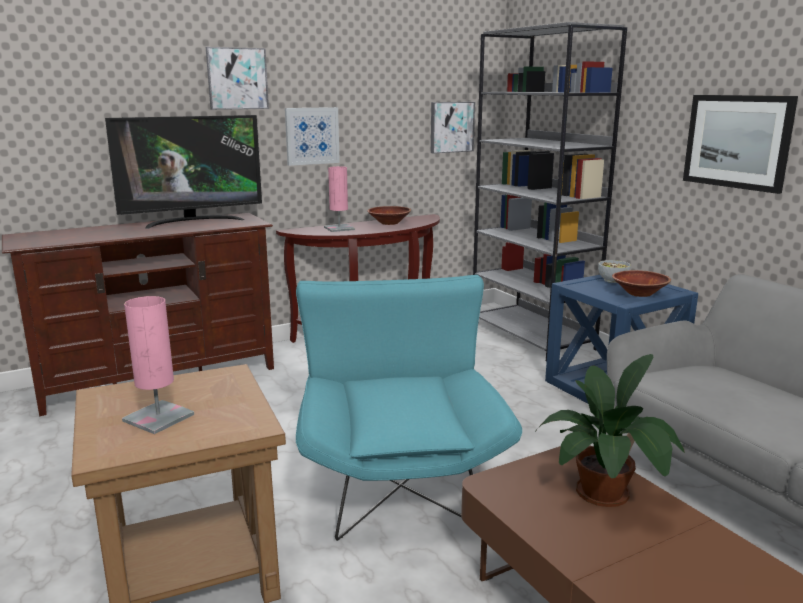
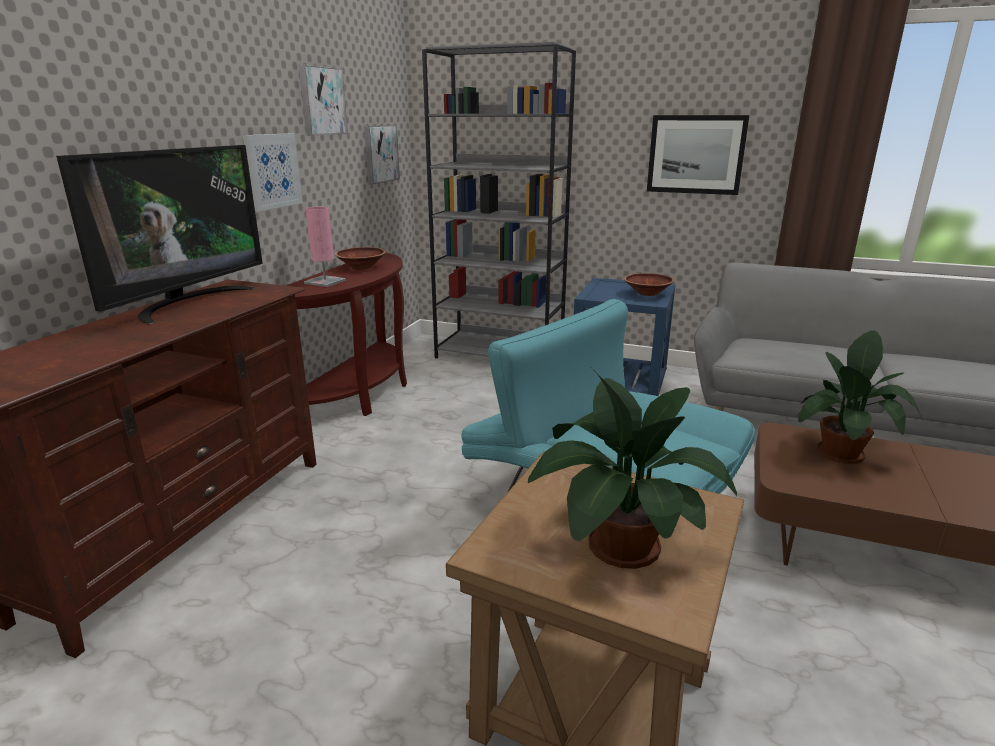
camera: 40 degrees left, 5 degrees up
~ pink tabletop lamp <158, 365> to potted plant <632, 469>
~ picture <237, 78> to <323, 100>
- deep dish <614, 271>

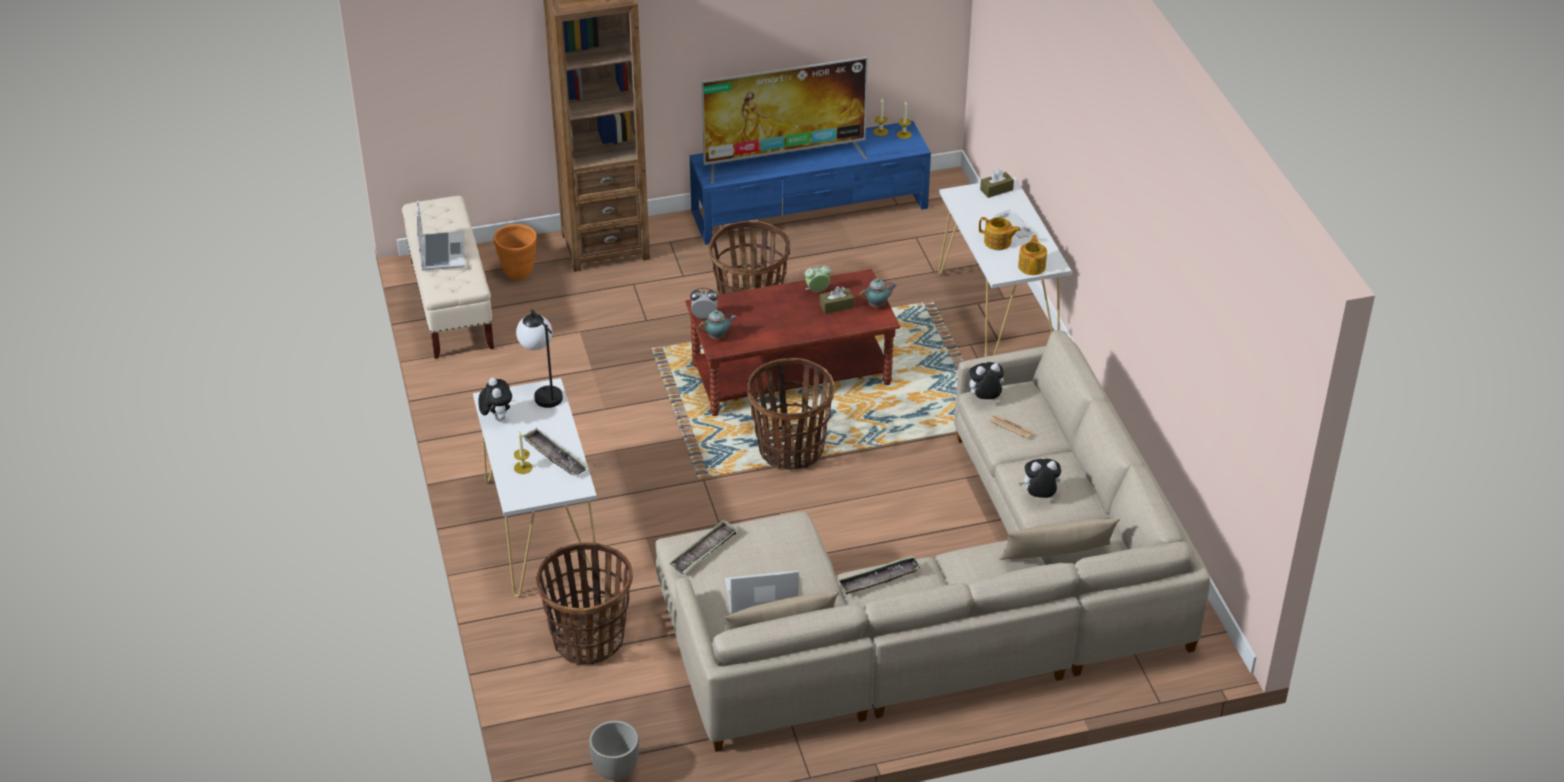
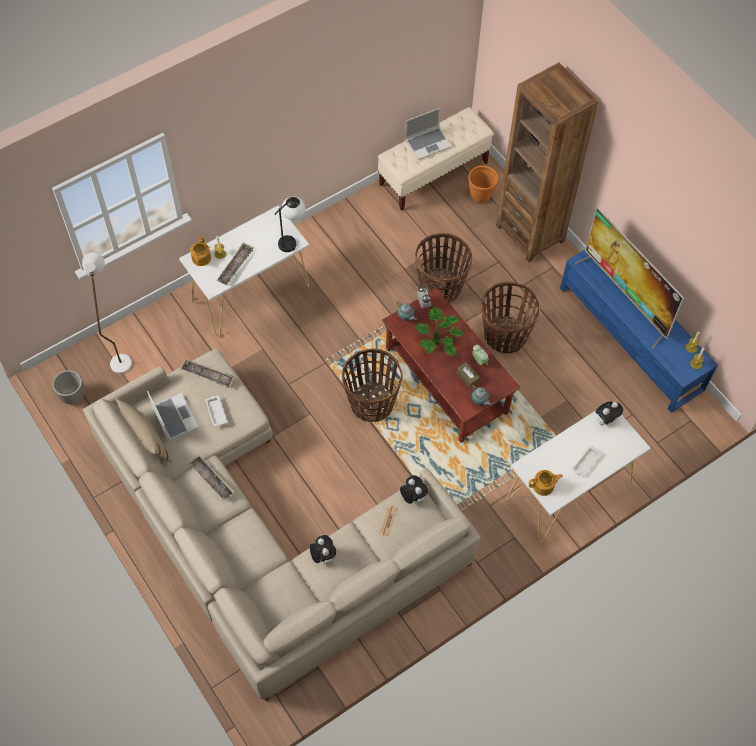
camera: 70 degrees right, 20 degrees up
~ cuddly toy <495, 399> to <609, 413>
~ basket <584, 604> to <443, 268>
~ tea pot <1000, 233> to <200, 251>
- brown-coloured box of tissues <997, 183>
- beige-coloured throw pillow <1059, 539>
+ whitish standard lamp <107, 313>
+ whitish carrying tray <216, 411>
+ potted plant <439, 331>

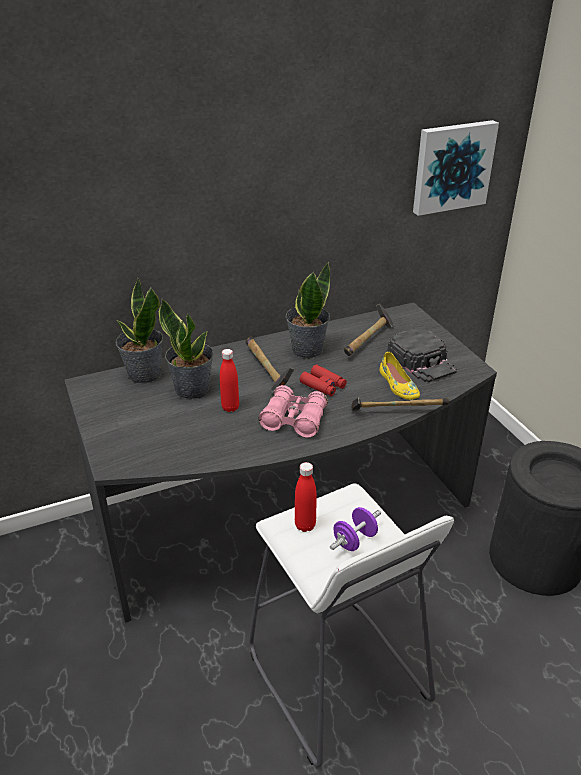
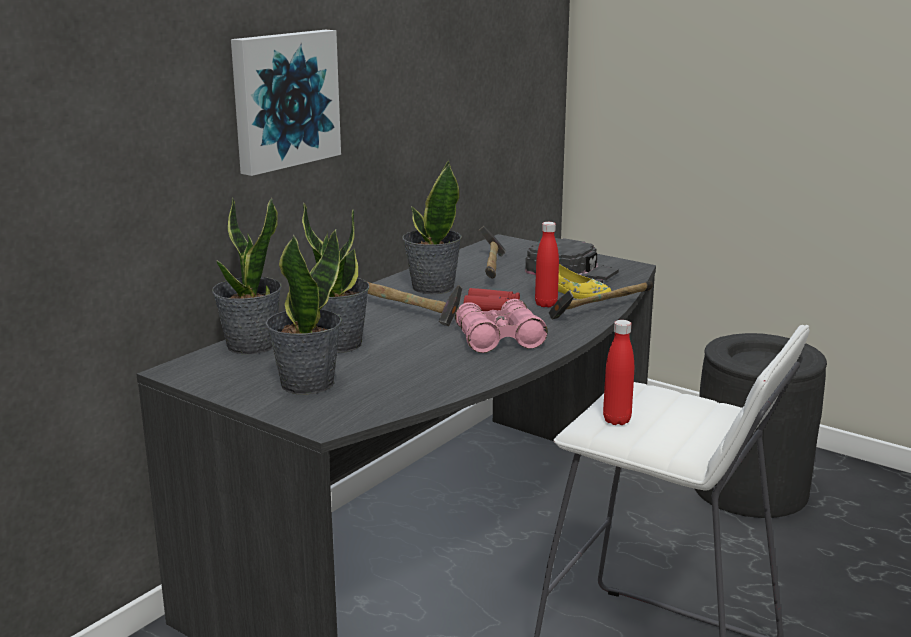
camera: 30 degrees left, 15 degrees down
~ red-coloured beverage bottle <229, 380> to <547, 264>
- purple dumbbell <355, 529>
~ picture <456, 168> to <286, 103>
+ potted plant <304, 312>

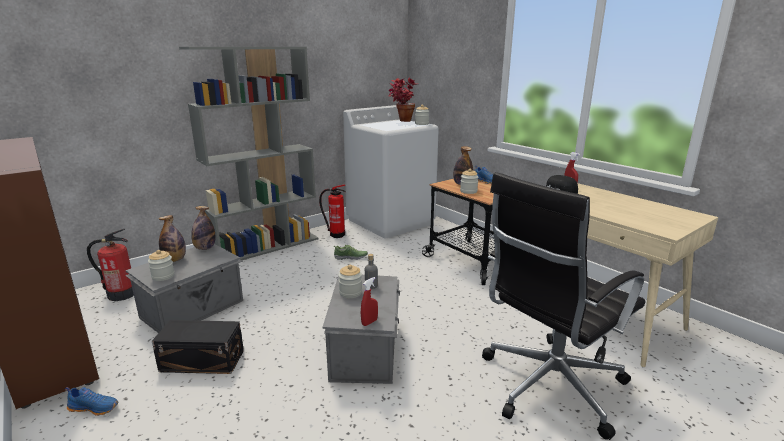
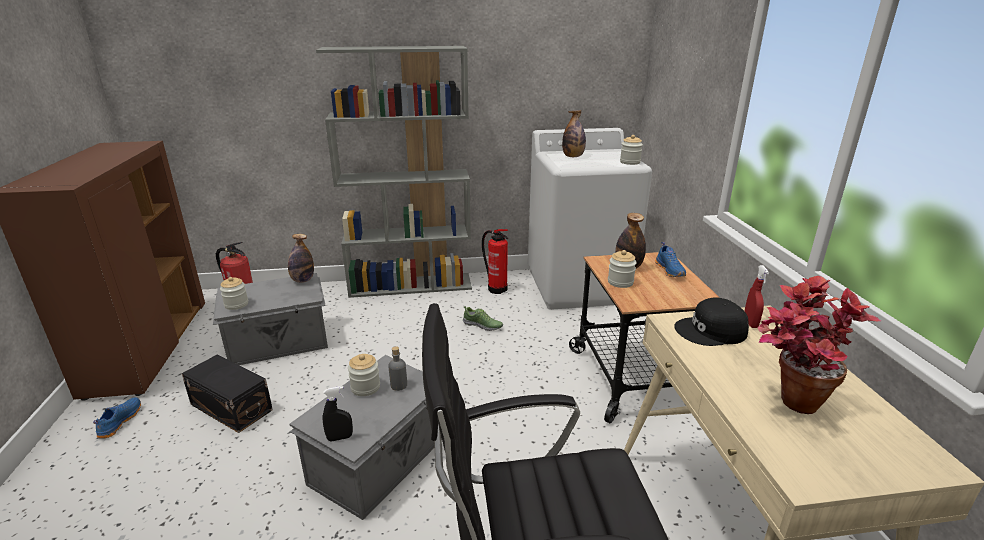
camera: 30 degrees right, 5 degrees up
~ blue-coloured low shoe <91, 401> = <117, 418> 120 degrees counterclockwise
~ beverage bottle <172, 238> to <574, 133>
~ red-coloured sprayer <369, 301> to black sprayer <338, 414>
~ potted plant <402, 100> to <819, 345>

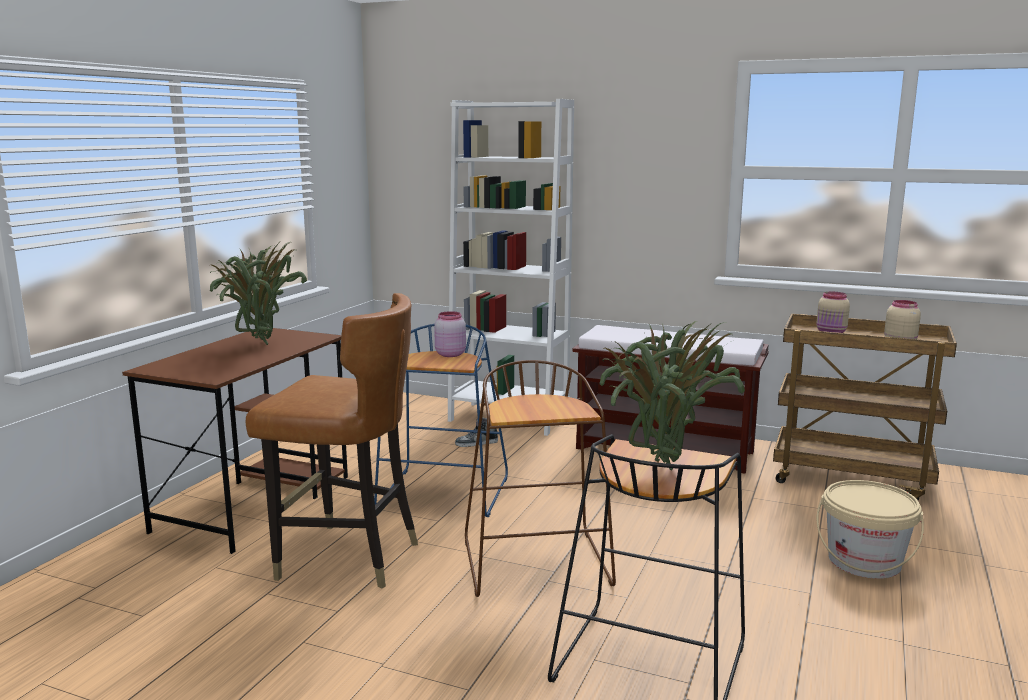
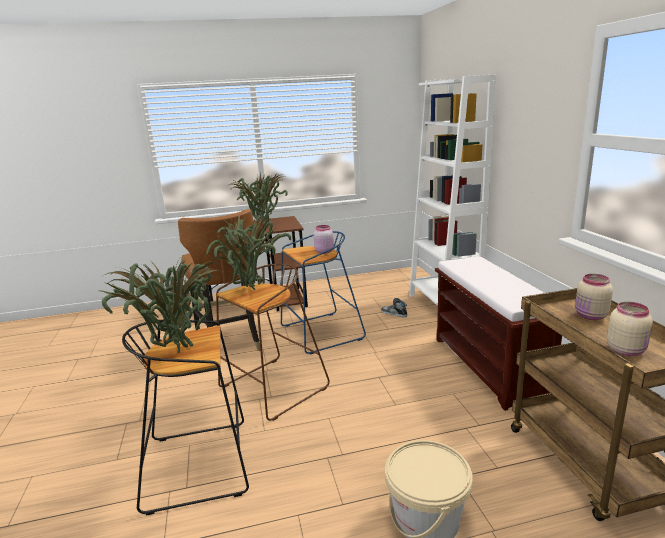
camera: 55 degrees right, 5 degrees up
+ potted plant <248, 251>

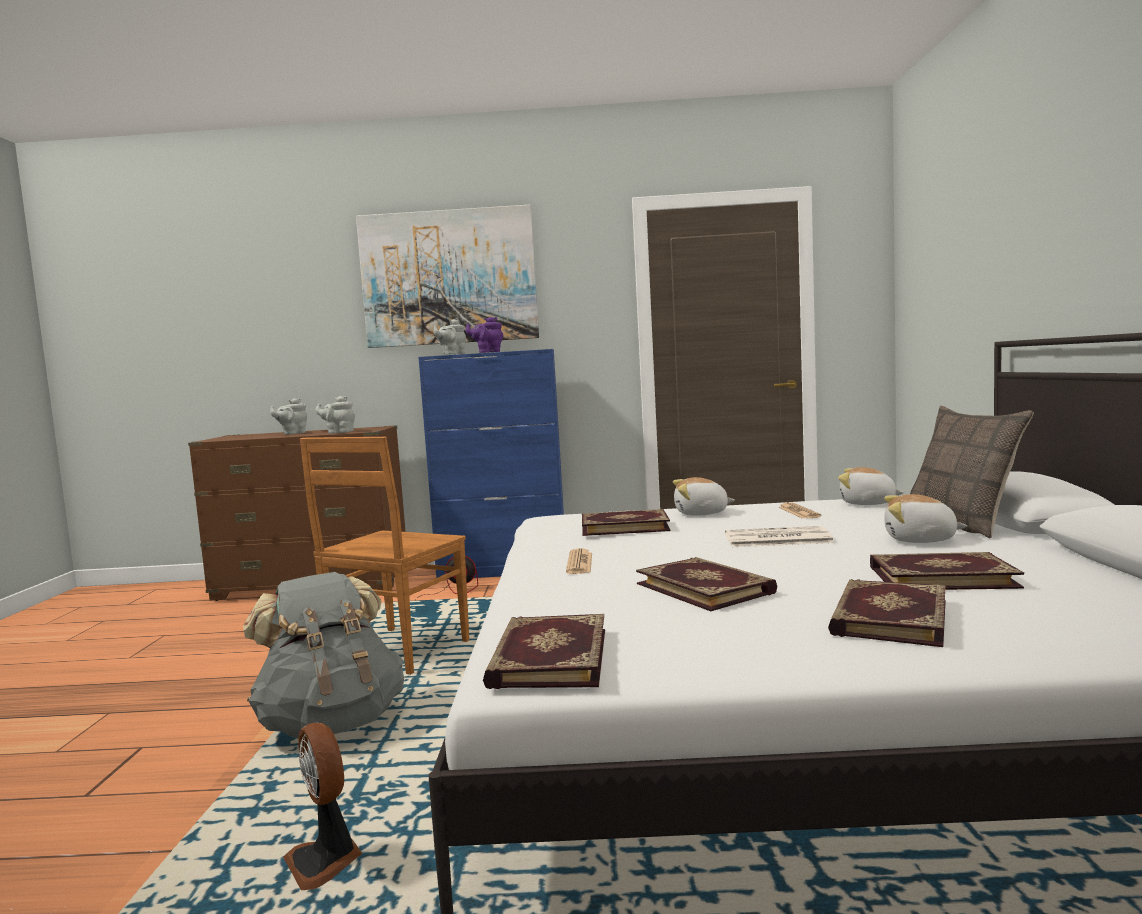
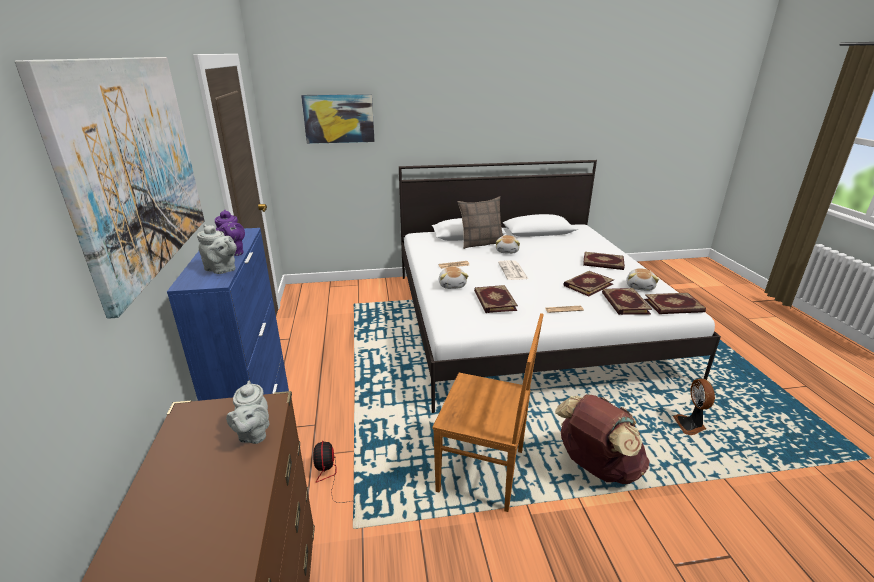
camera: 100 degrees left, 20 degrees up
~ grey knapsack <323, 655> to brown-coloured knapsack <602, 439>
- grey tea pot <288, 416>
~ fan <322, 806> = <694, 406> 135 degrees clockwise
~ cuddly toy <871, 486> to <642, 279>
~ bound book <947, 571> to <627, 301>
+ picture <338, 119>

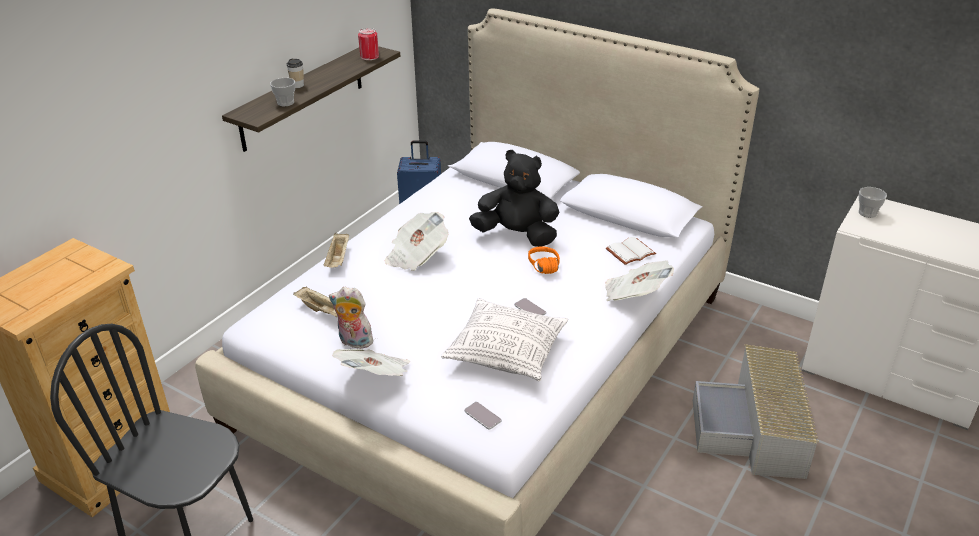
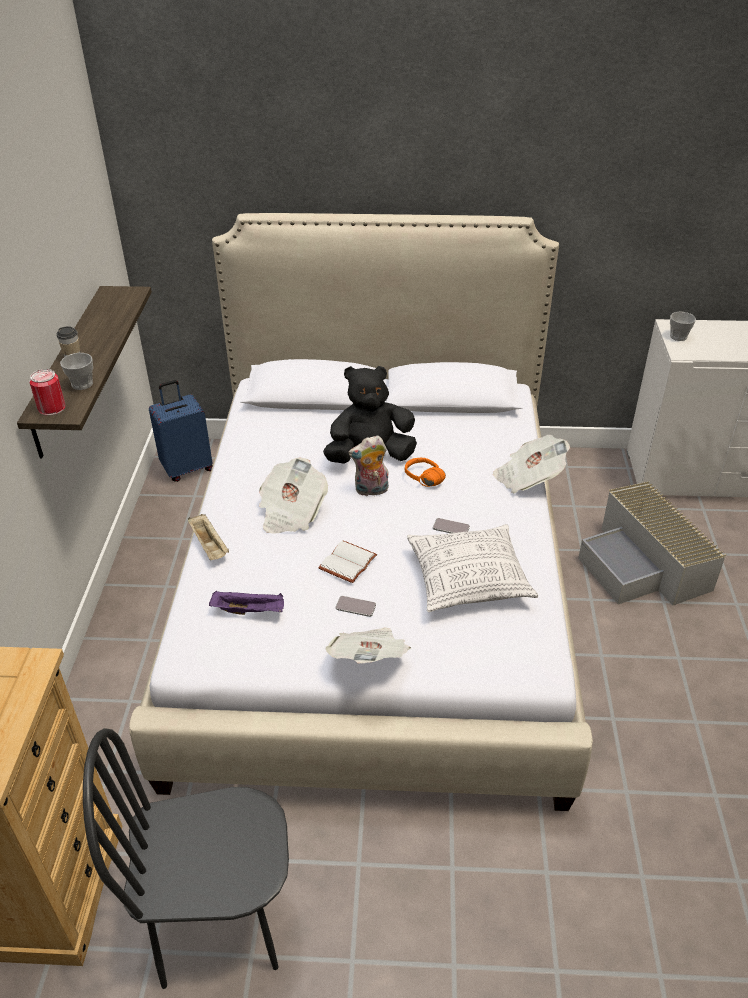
camera: 30 degrees left, 5 degrees up
~ beige-coloured carrying tray <315, 302> to purple carrying tray <246, 602>
~ cuddly toy <351, 318> to <368, 465>
~ metal can <368, 44> to <47, 392>
~ telephone <482, 416> to <356, 606>
~ whitish bound book <631, 251> to <347, 561>

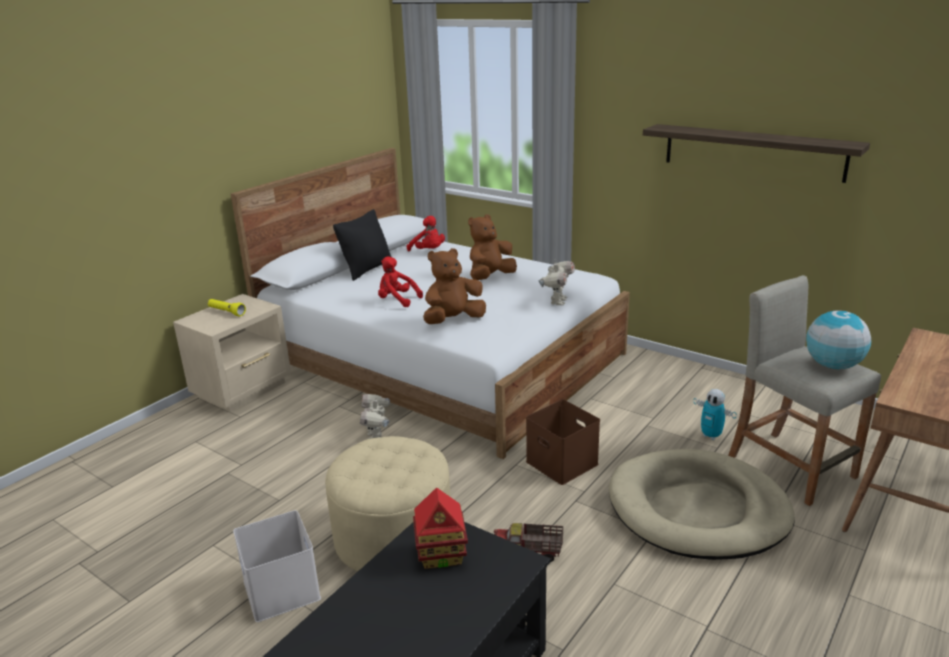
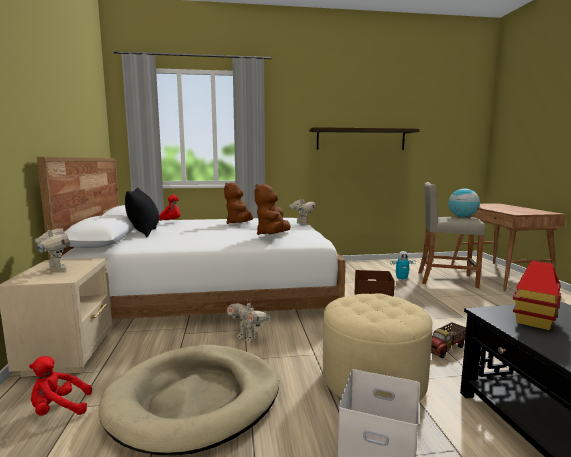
camera: 45 degrees left, 15 degrees down
~ yellow-coloured torch <227, 308> to model robot <52, 249>
~ red-coloured cuddly toy <400, 281> to <60, 386>
~ beige-coloured dog cushion <702, 504> to <188, 400>

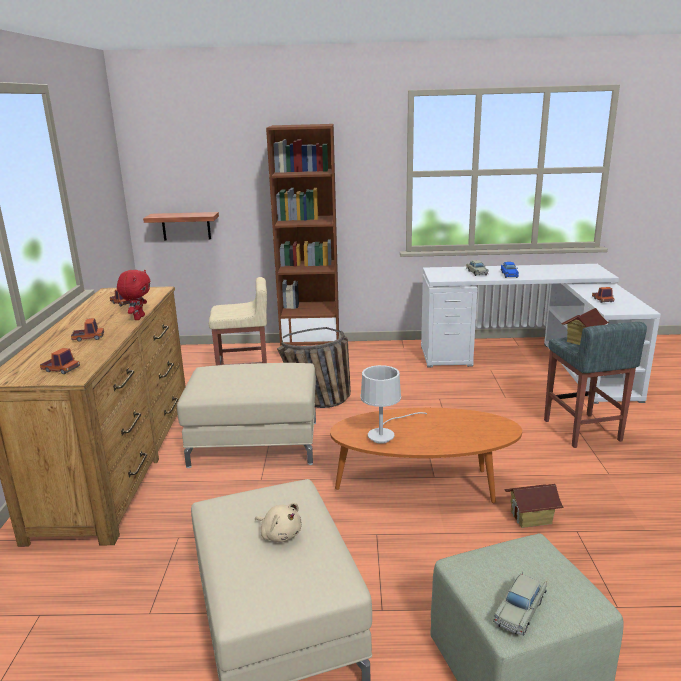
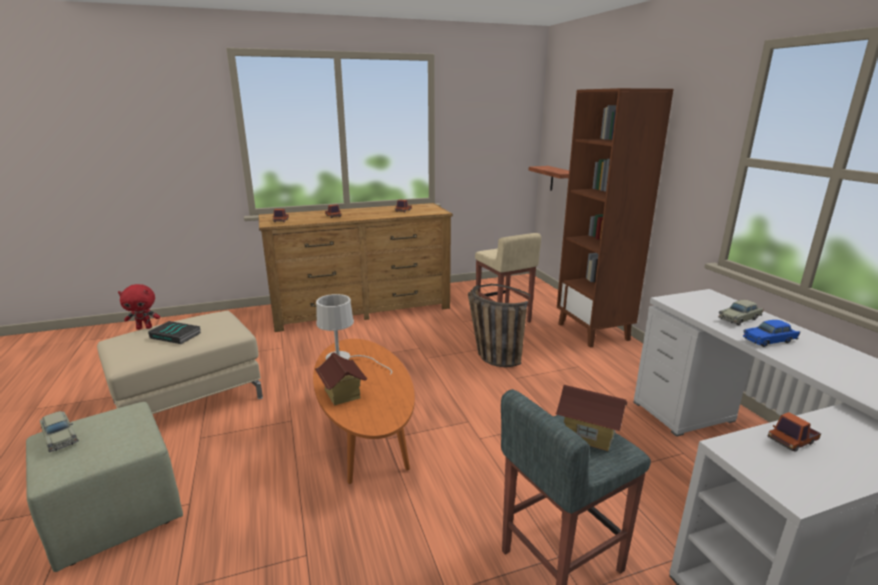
camera: 70 degrees right, 0 degrees up
~ red-coloured cuddly toy <133, 295> to <139, 307>
- beige-coloured footrest <246, 415>
~ beige-coloured cuddly toy <278, 522> to bound book <174, 332>
~ beige-coloured toy car <520, 604> = <59, 431> 150 degrees counterclockwise
~ toy house <534, 506> to <341, 379>

